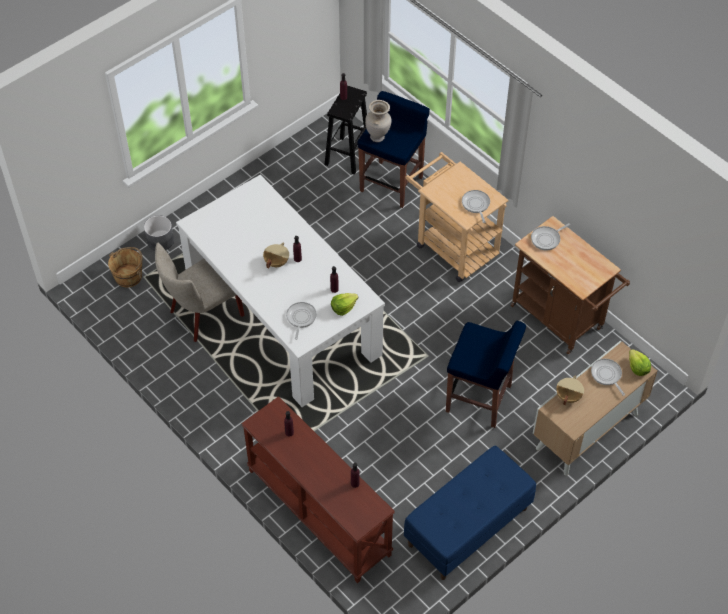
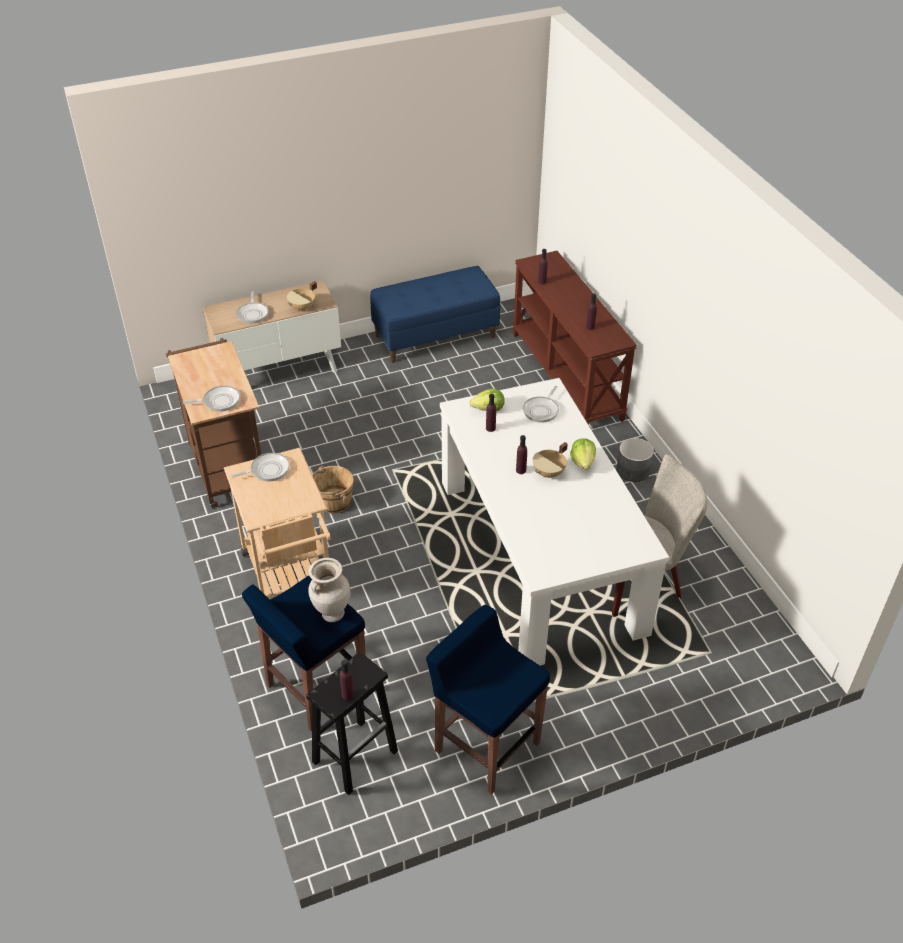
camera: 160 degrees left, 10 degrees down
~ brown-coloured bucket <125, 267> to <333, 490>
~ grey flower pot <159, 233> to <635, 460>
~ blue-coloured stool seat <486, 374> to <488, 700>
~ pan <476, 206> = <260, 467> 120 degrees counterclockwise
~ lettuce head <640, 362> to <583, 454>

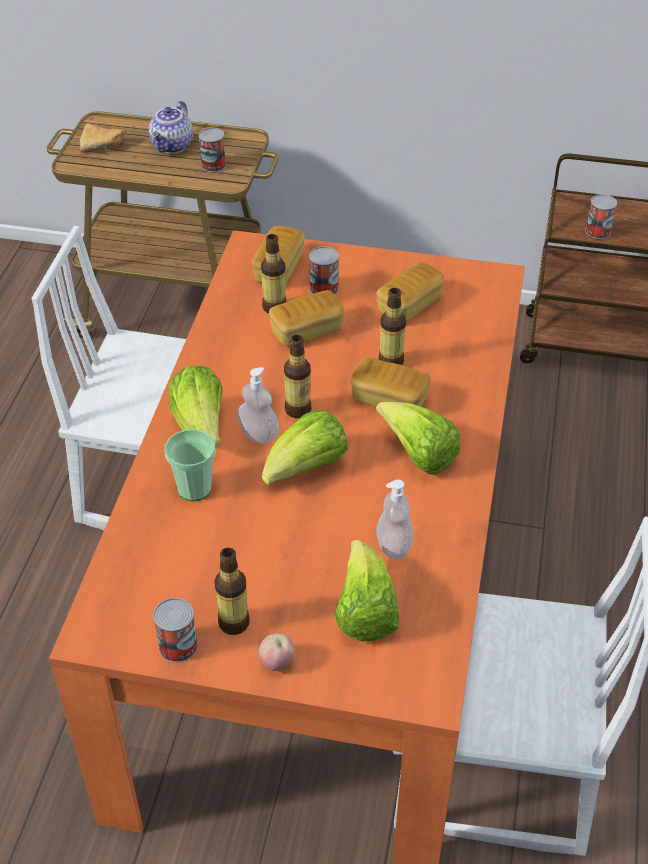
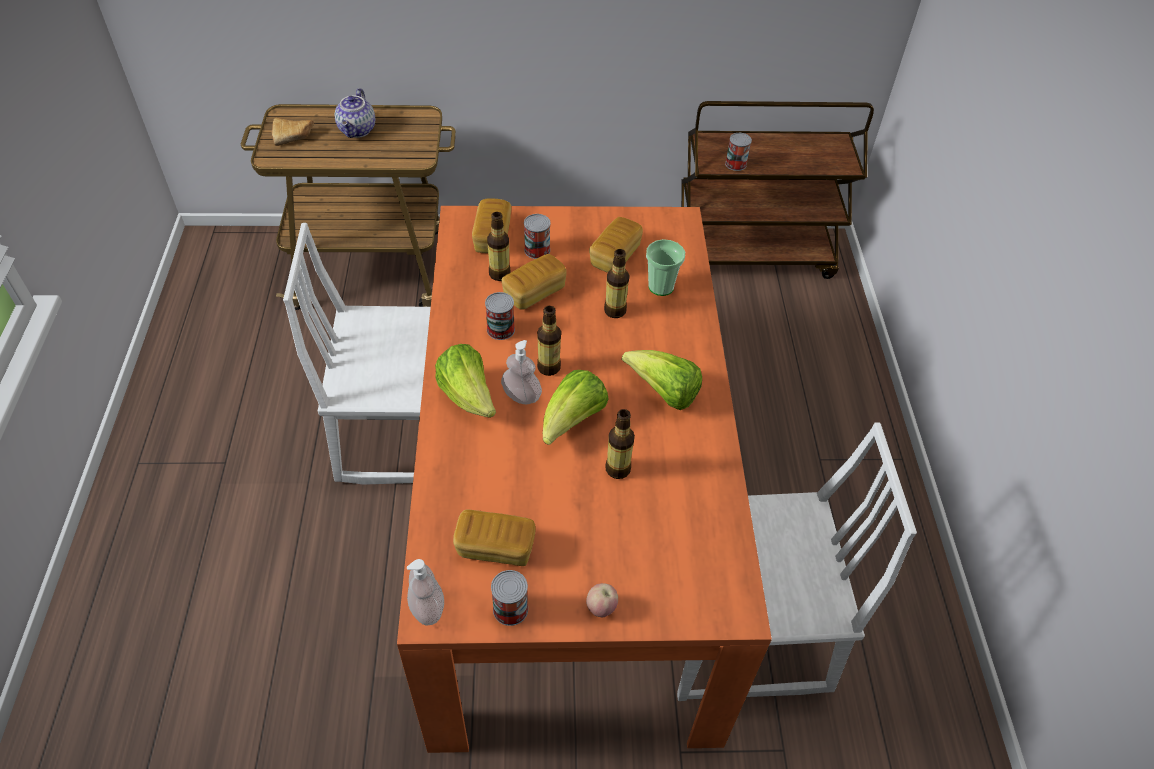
camera: 15 degrees left, 5 degrees up
~ drinking cup <190, 465> to <665, 267>
~ metal can <212, 150> to <500, 316>
~ beverage bottle <231, 591> to <620, 444>
- lettuce head <366, 590>
~ baked bread <390, 381> to <494, 538>
~ soap dispenser <395, 519> to <425, 592>

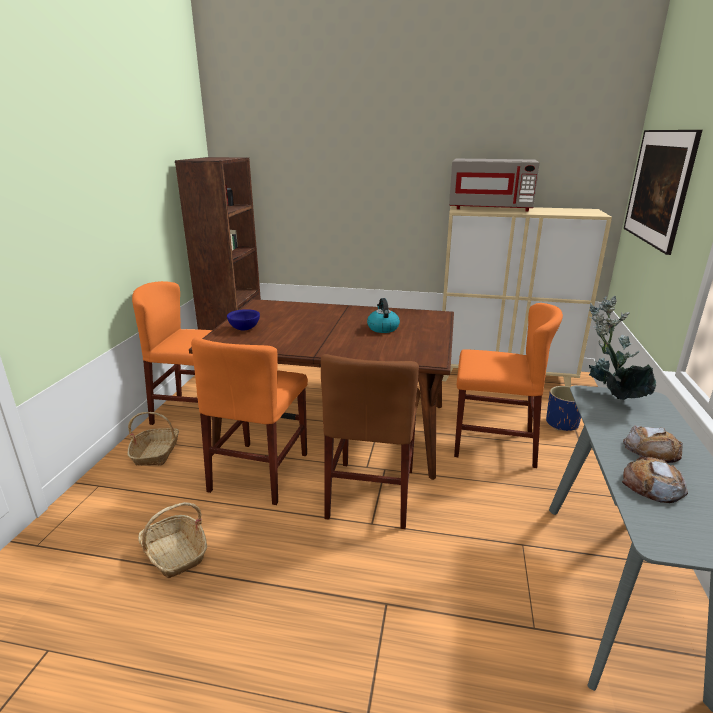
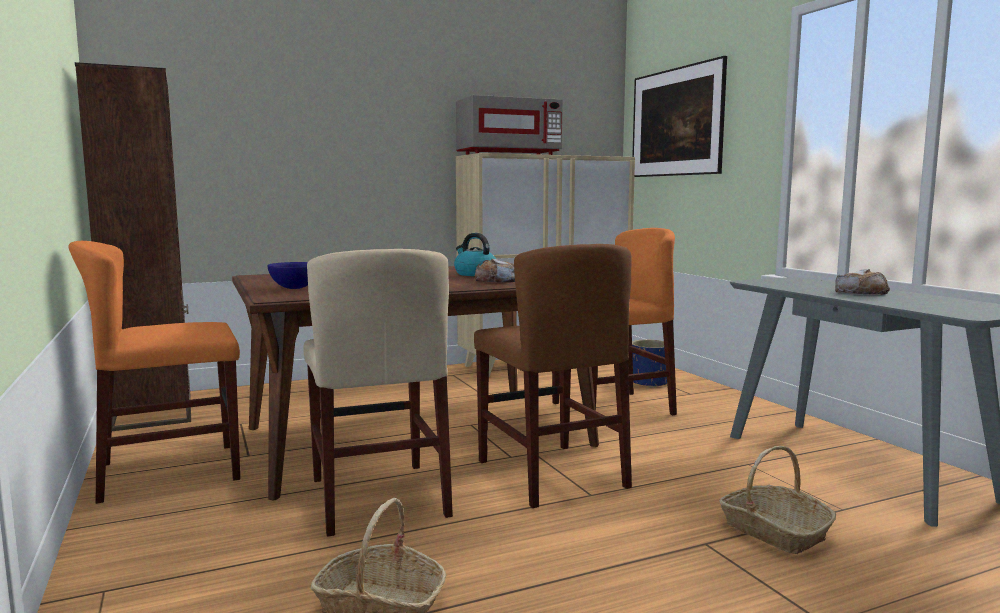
camera: 35 degrees left, 15 degrees down
~ basket <153, 439> to <777, 500>
~ orange upright chair <249, 421> to beige-coloured upright chair <378, 393>
- potted plant <622, 348>
~ baked bread <655, 480> to <495, 271>

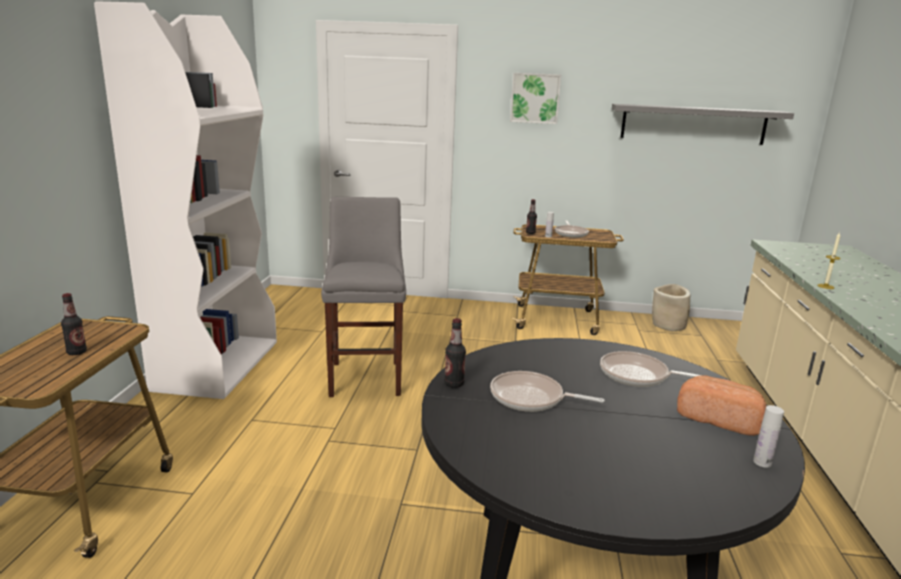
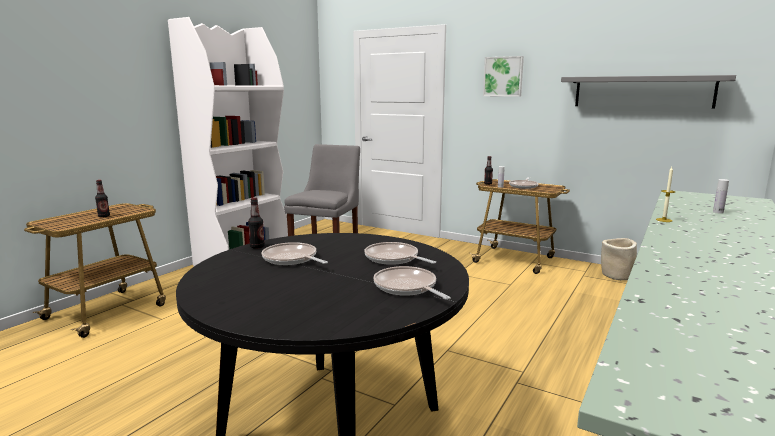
camera: 25 degrees right, 5 degrees down
~ baked bread <721, 405> to pan <412, 283>
~ whitish beverage bottle <768, 436> to <721, 196>

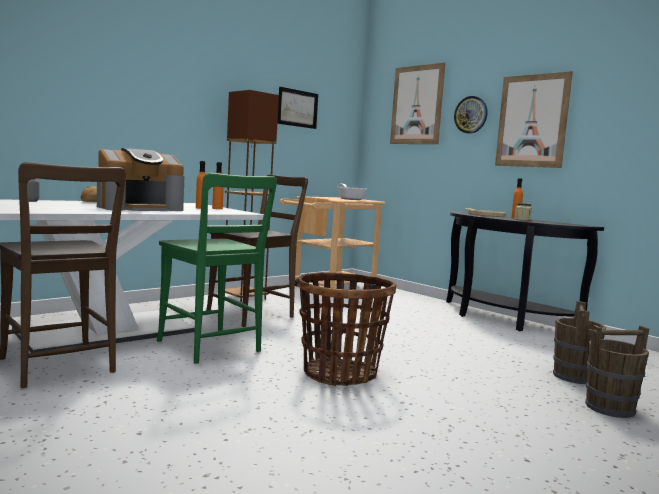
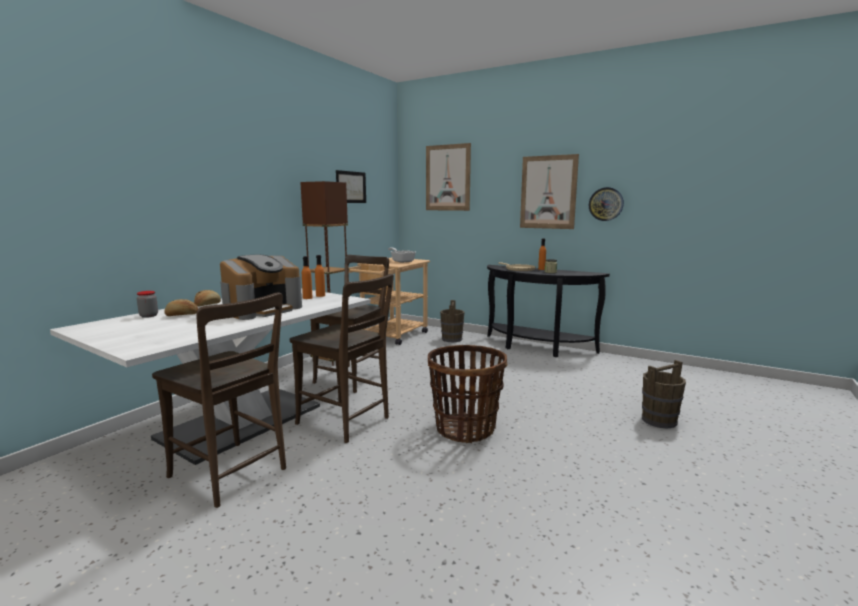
camera: 15 degrees left, 5 degrees up
~ greenish upright chair <217, 268> to brown-coloured upright chair <342, 358>
~ wall clock <471, 114> to <606, 204>
~ brown-coloured bucket <579, 342> to <452, 321>
+ baked bread <181, 307>

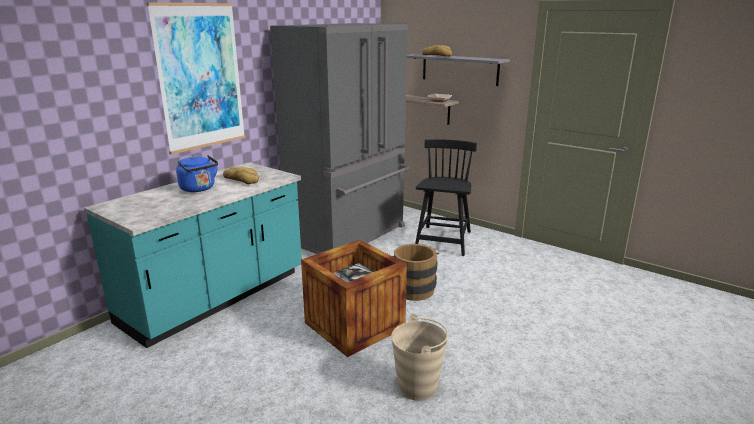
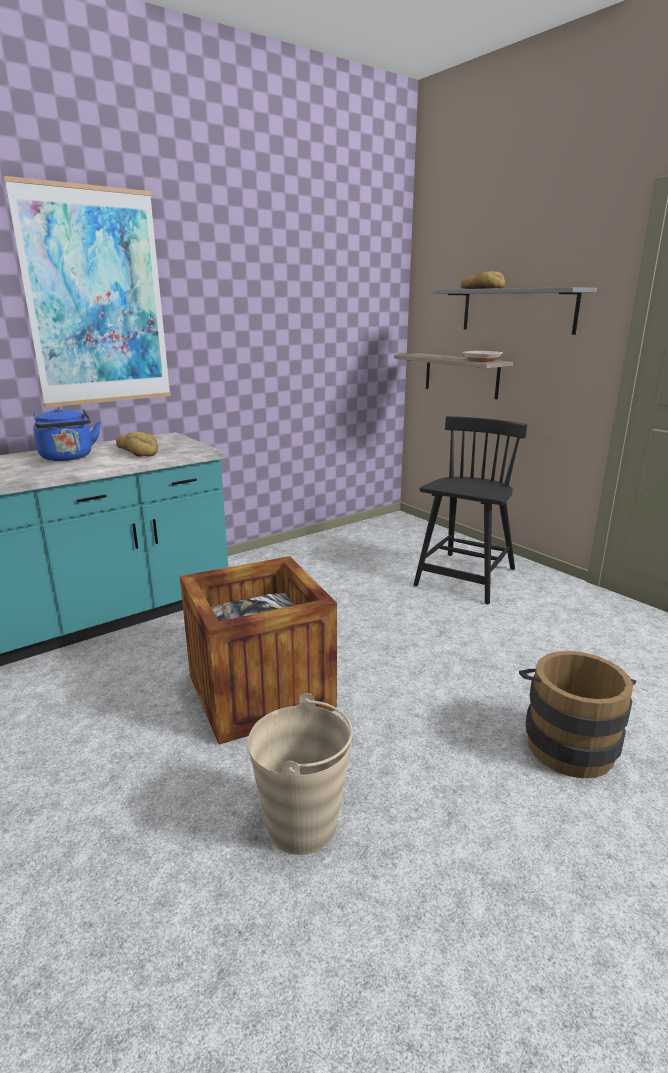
camera: 15 degrees right, 0 degrees up
- grey fridge <339, 138>
~ brown-coloured bucket <416, 272> to <577, 714>

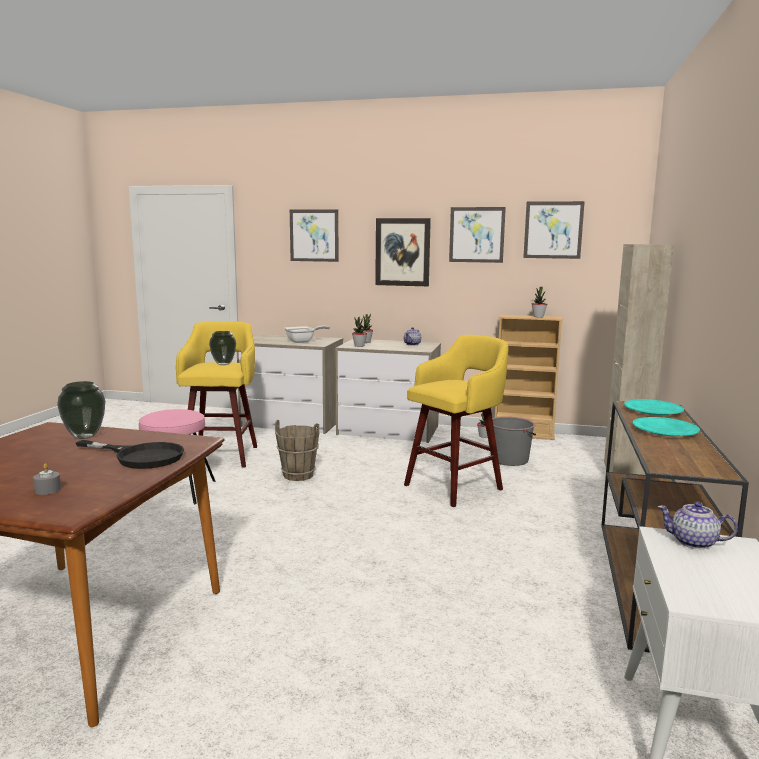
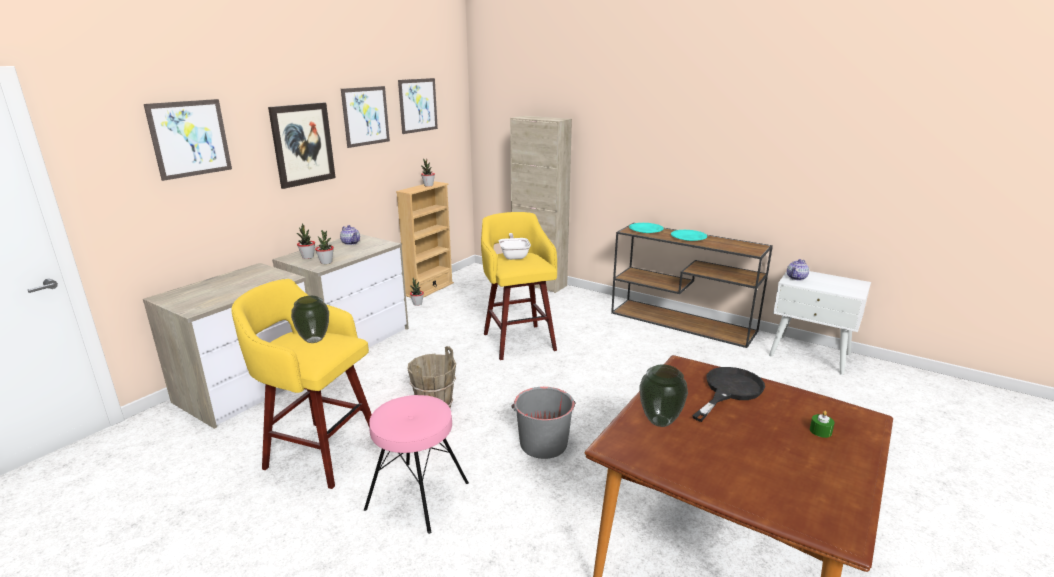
camera: 70 degrees left, 10 degrees up
~ grey candle <47, 479> to greenish candle <822, 424>
~ pan <307, 334> to <515, 246>
~ grey bucket <514, 441> to <543, 423>

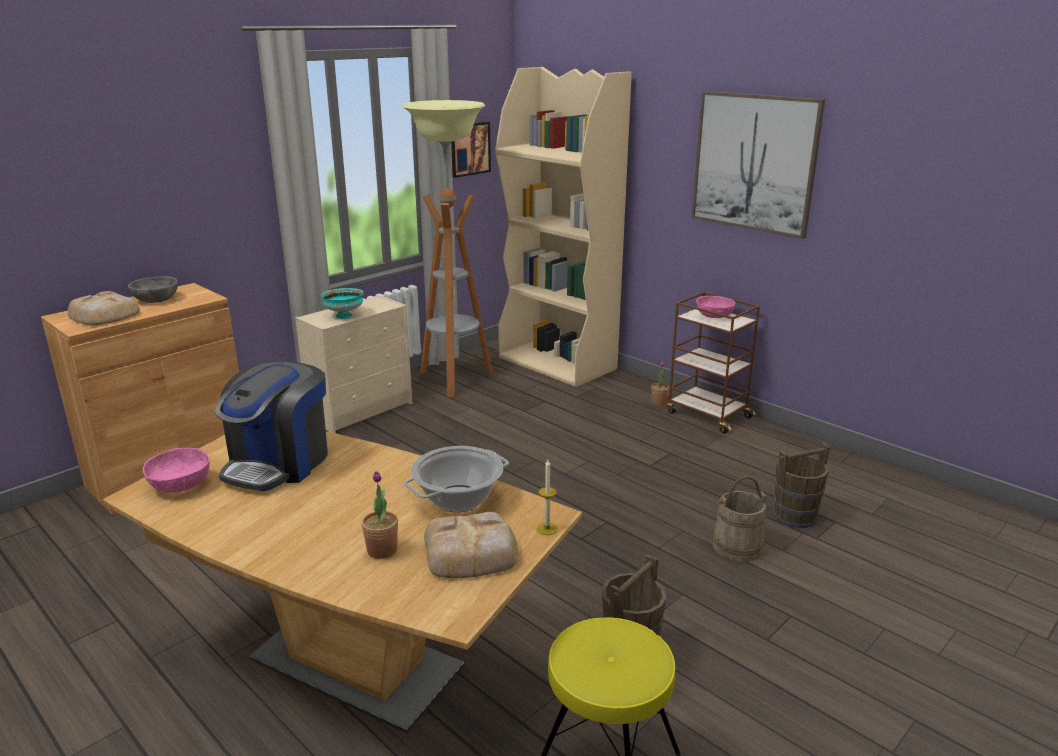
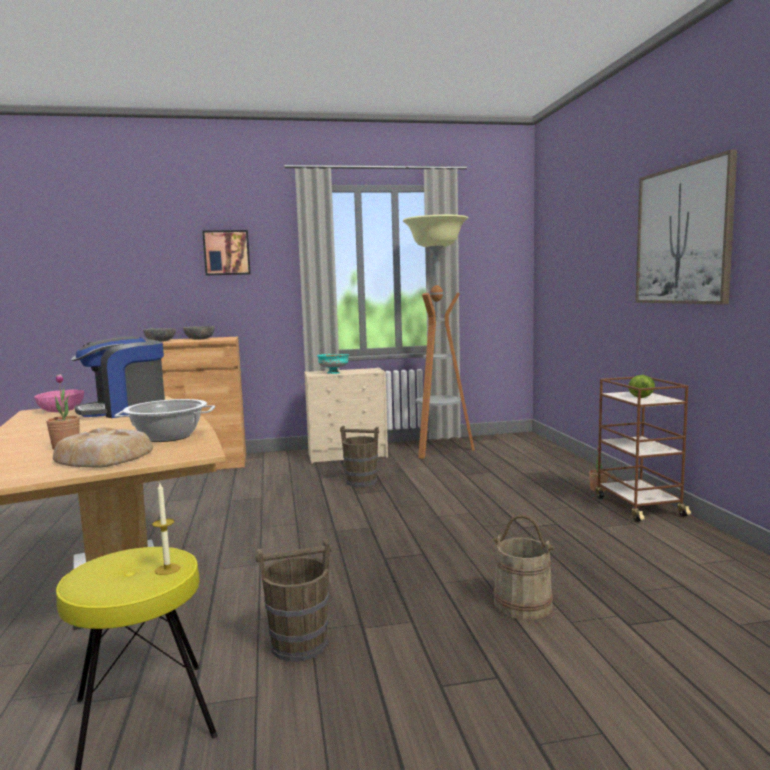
camera: 35 degrees right, 15 degrees down
~ baked bread <104, 308> to grey deep dish <159, 334>
~ picture <471, 150> to <226, 253>
- beige-coloured bookshelf <564, 227>
~ candle <547, 497> to <166, 529>
~ pink deep dish <715, 307> to lettuce head <642, 386>
~ brown-coloured bucket <801, 485> to <359, 456>

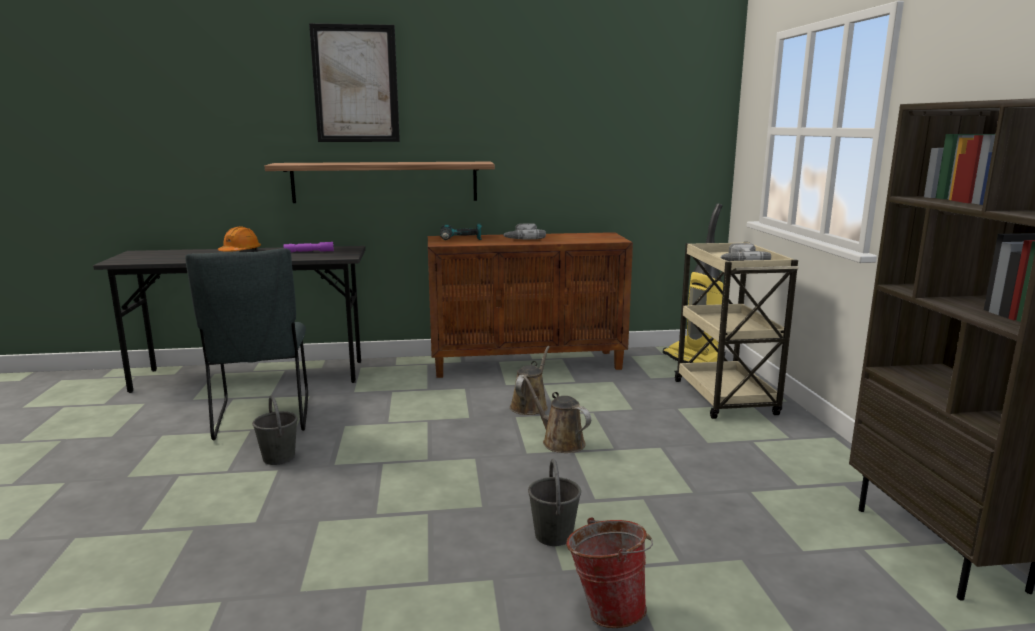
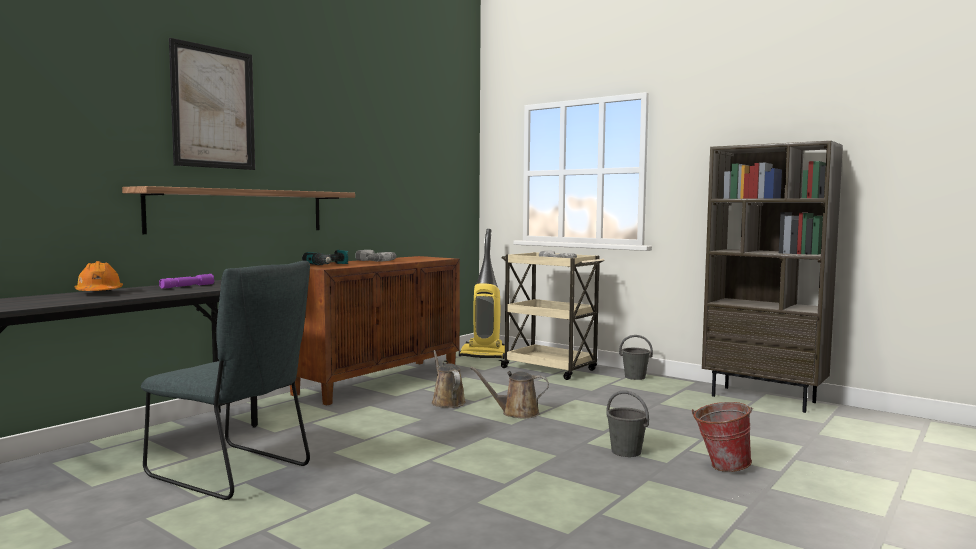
camera: 45 degrees left, 10 degrees down
~ grey bucket <275, 430> to <636, 357>

